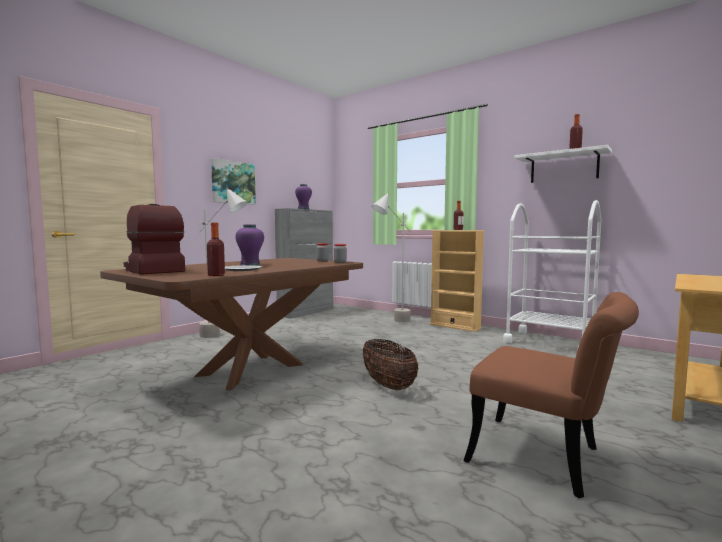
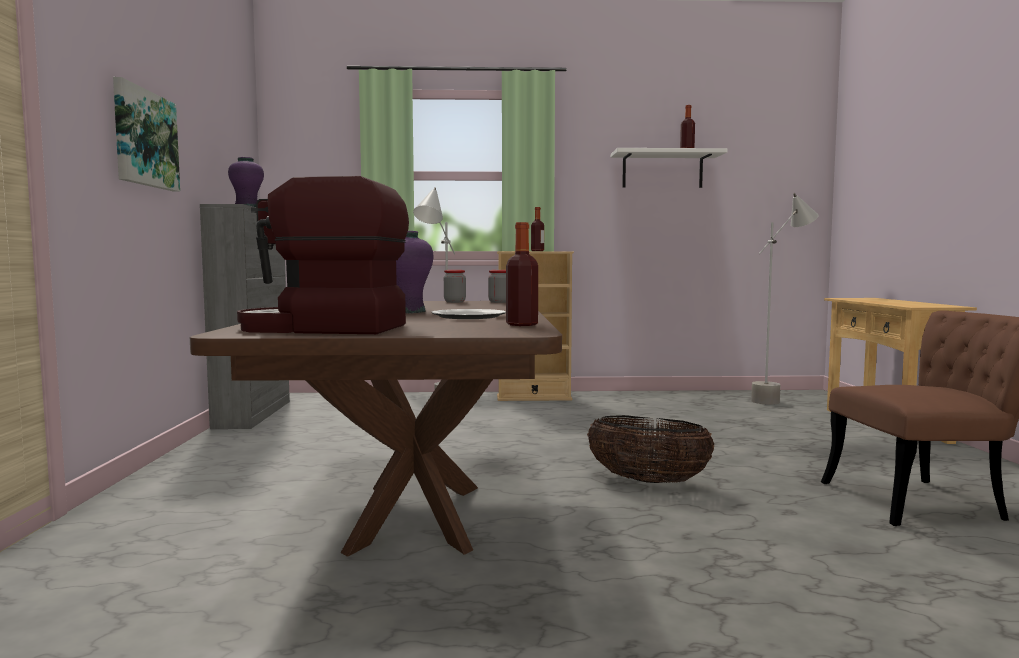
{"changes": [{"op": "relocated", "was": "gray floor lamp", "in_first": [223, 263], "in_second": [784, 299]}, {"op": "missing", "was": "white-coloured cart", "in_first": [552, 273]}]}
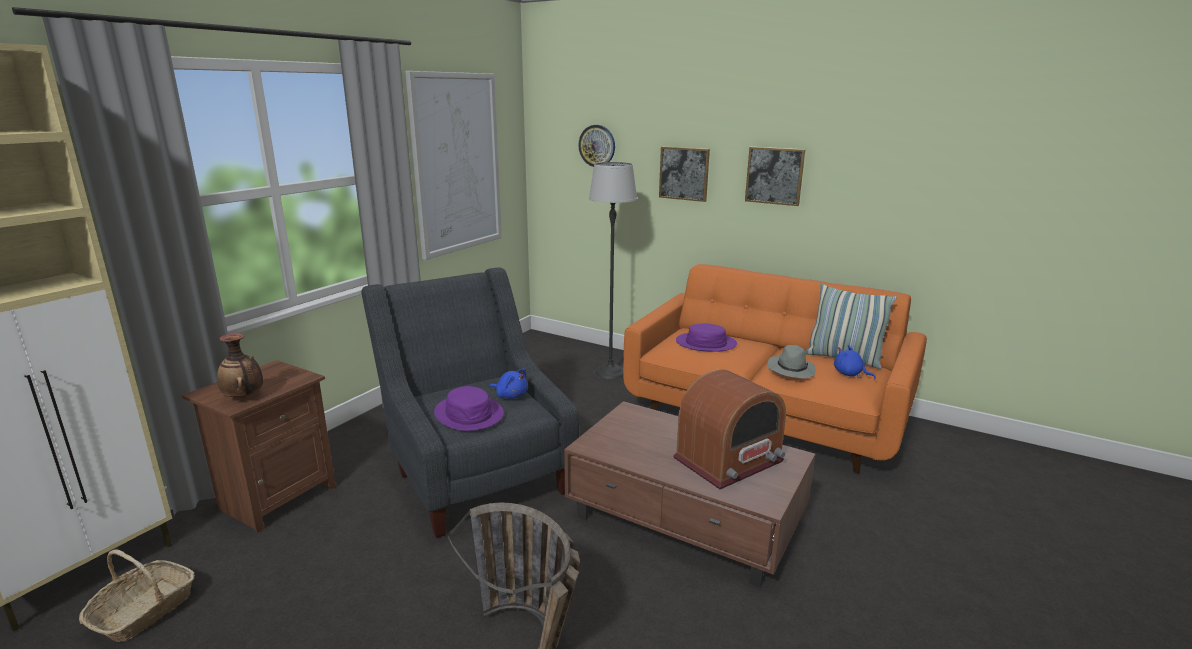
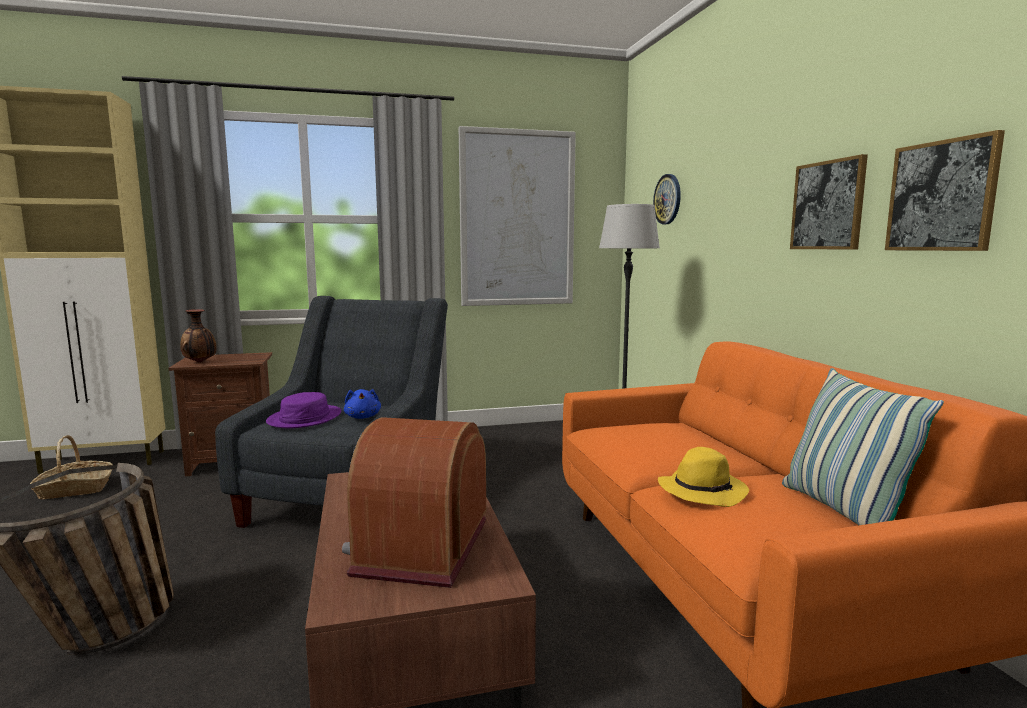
{"changes": [{"op": "relocated", "was": "wall picture", "in_first": [684, 174], "in_second": [945, 190]}, {"op": "missing", "was": "purple wearable hat", "in_first": [706, 338]}, {"op": "colour", "was": "gray wearable hat", "now": "yellow wearable hat", "in_first": [791, 361], "in_second": [703, 477]}, {"op": "missing", "was": "blue cuddly toy", "in_first": [855, 362]}, {"op": "spun", "was": "radio", "in_first": [729, 429], "in_second": [414, 503], "clockwise": 90}]}
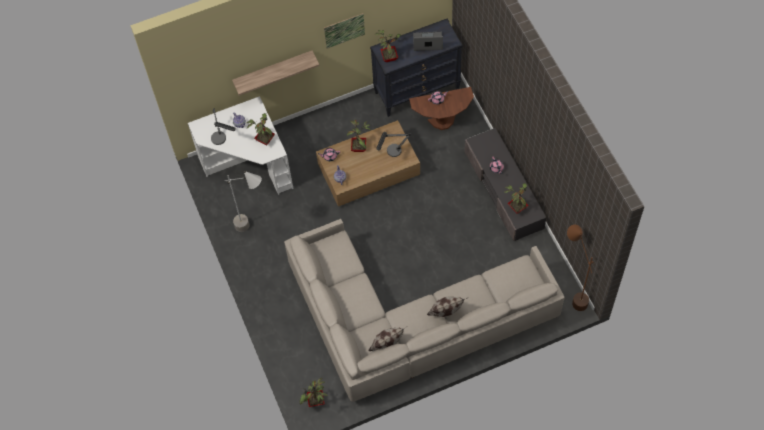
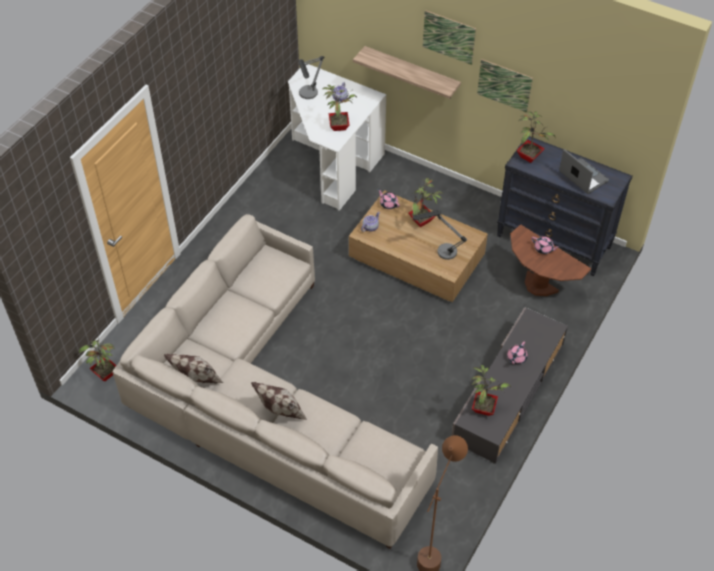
{"changes": [{"op": "missing", "was": "gray floor lamp", "in_first": [243, 201]}, {"op": "appeared", "now": "wall picture", "in_second": [449, 37]}]}
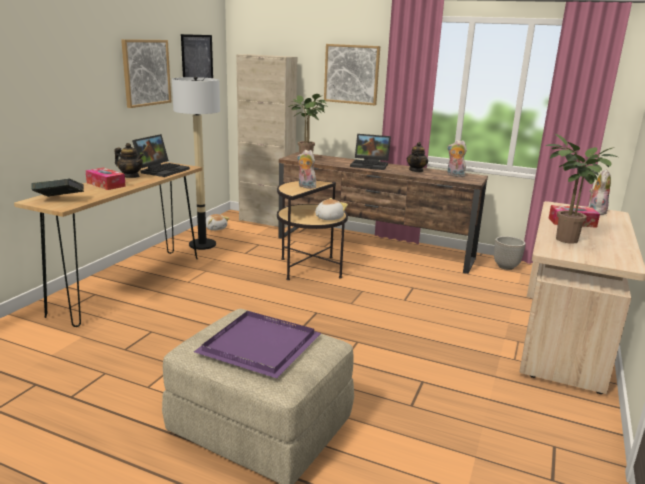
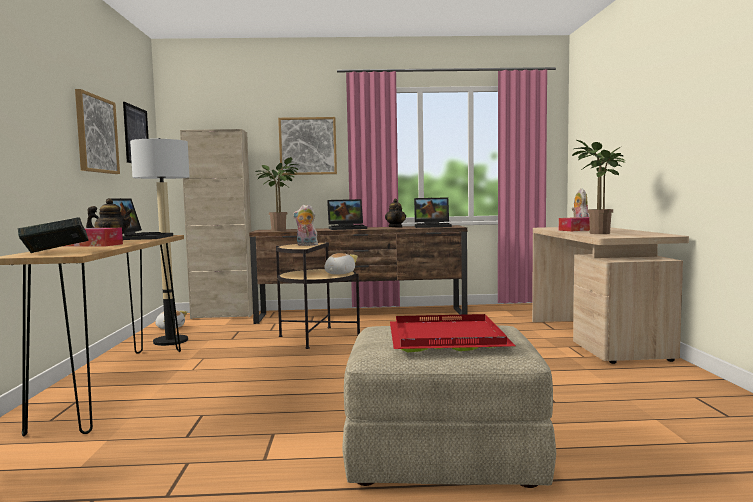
{"changes": [{"op": "exchanged", "was": "cuddly toy", "now": "notebook computer", "in_first": [457, 158], "in_second": [433, 212]}, {"op": "missing", "was": "plant pot", "in_first": [510, 253]}, {"op": "colour", "was": "purple tray", "now": "reddish tray", "in_first": [257, 345], "in_second": [453, 333]}]}
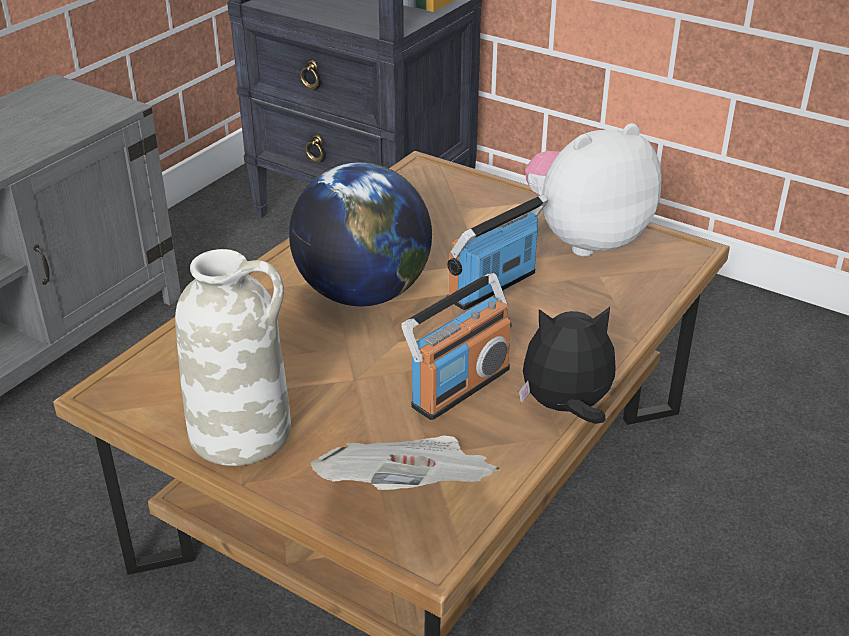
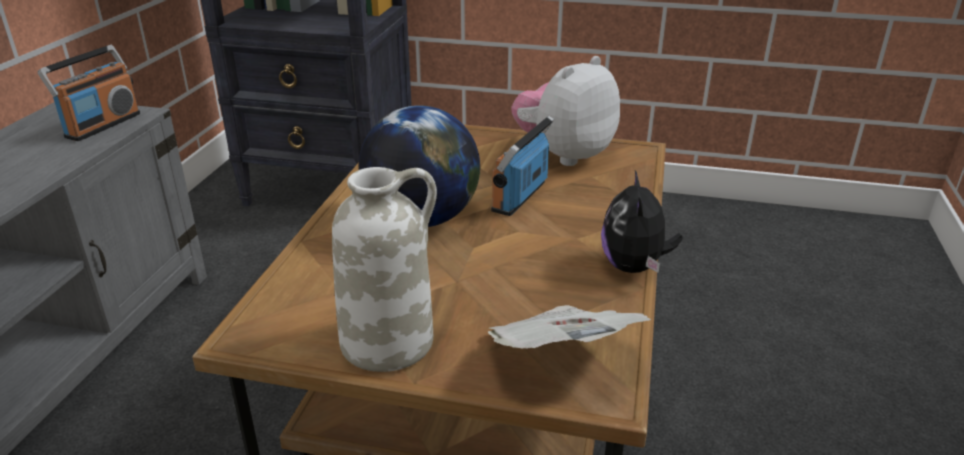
{"changes": [{"op": "relocated", "was": "radio", "in_first": [456, 346], "in_second": [89, 93]}, {"op": "spun", "was": "cuddly toy", "in_first": [567, 365], "in_second": [642, 222], "clockwise": -60}]}
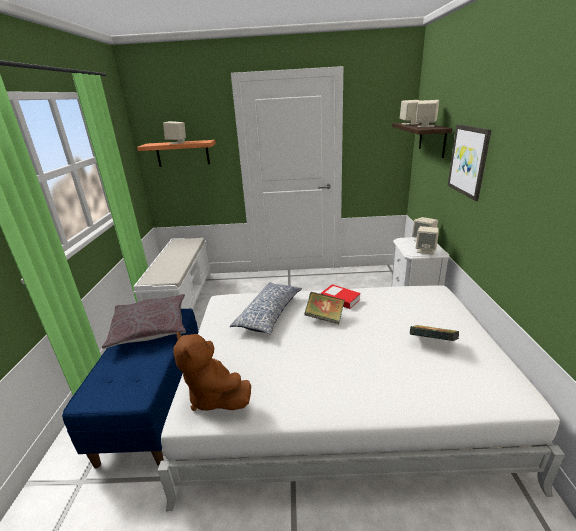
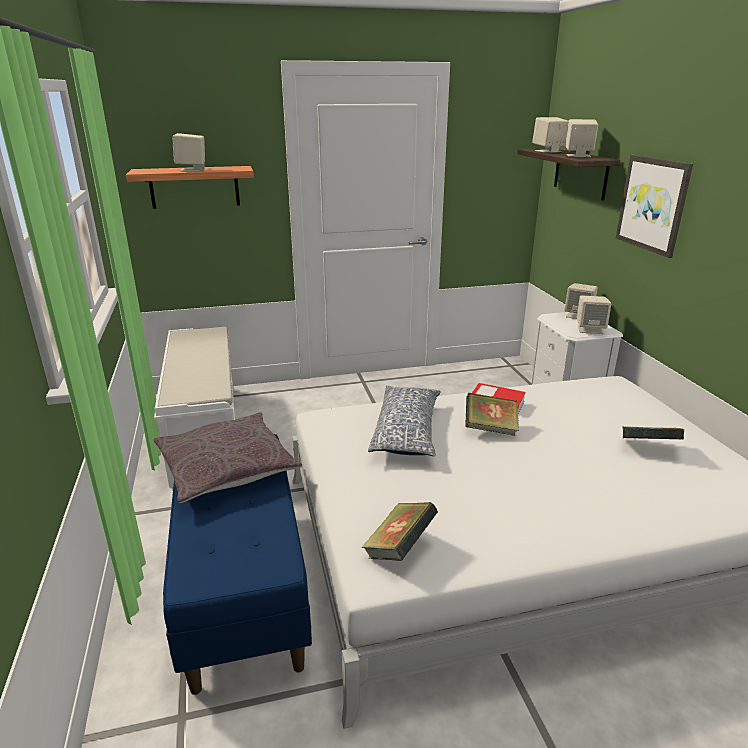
{"changes": [{"op": "exchanged", "was": "brownish cuddly toy", "now": "book", "in_first": [212, 371], "in_second": [400, 531]}]}
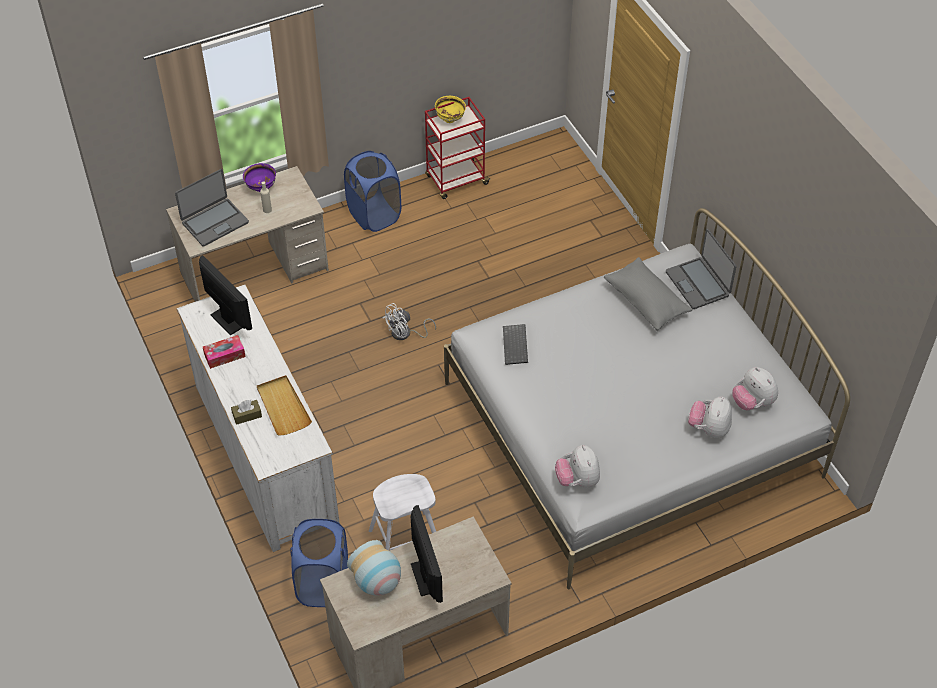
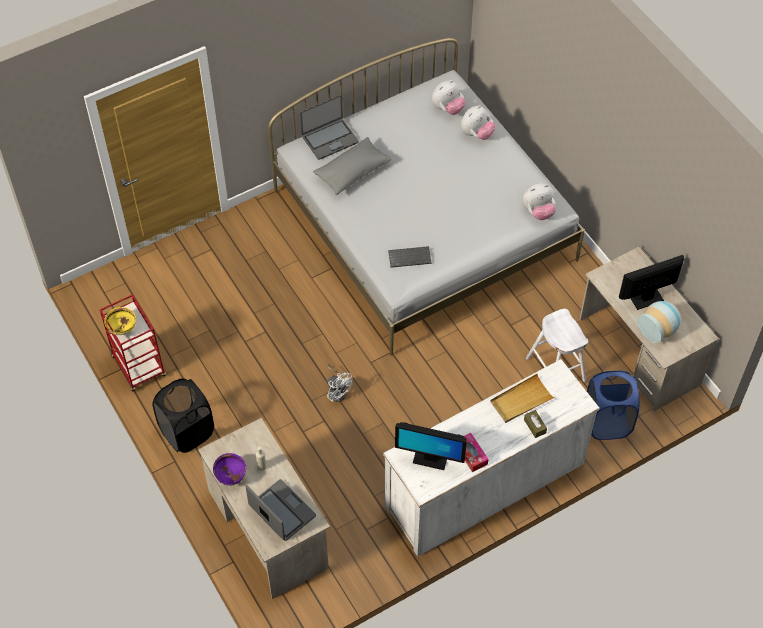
{"changes": [{"op": "colour", "was": "blue hamper", "now": "black hamper", "in_first": [372, 191], "in_second": [183, 415]}, {"op": "spun", "was": "monitor", "in_first": [225, 295], "in_second": [431, 446], "clockwise": -120}, {"op": "spun", "was": "cuddly toy", "in_first": [710, 417], "in_second": [477, 122], "clockwise": -60}]}
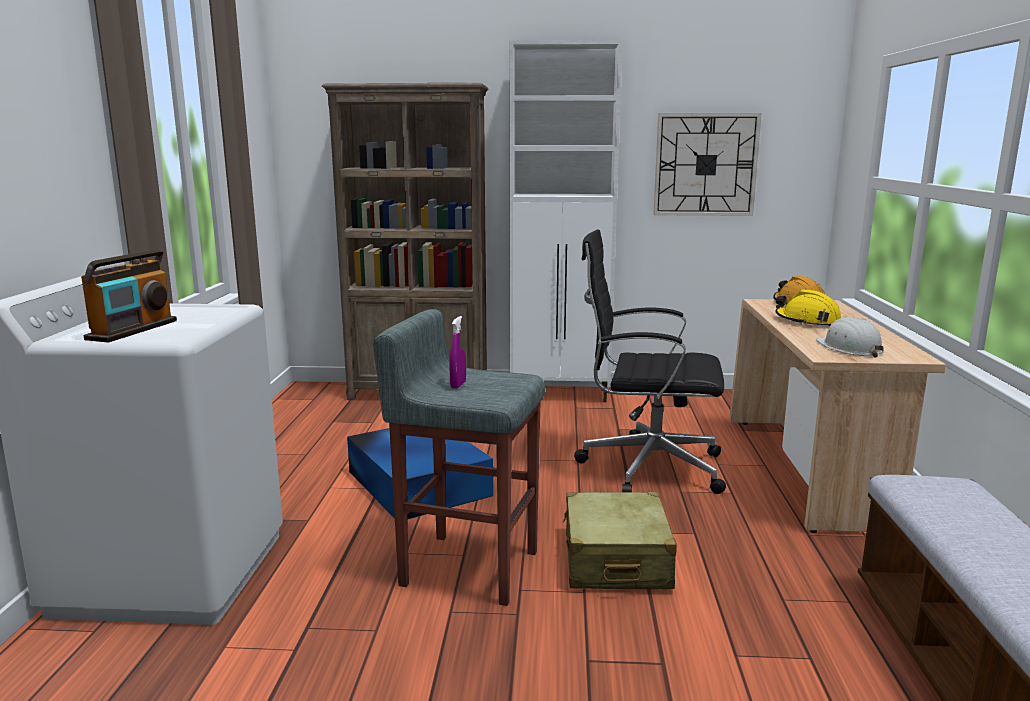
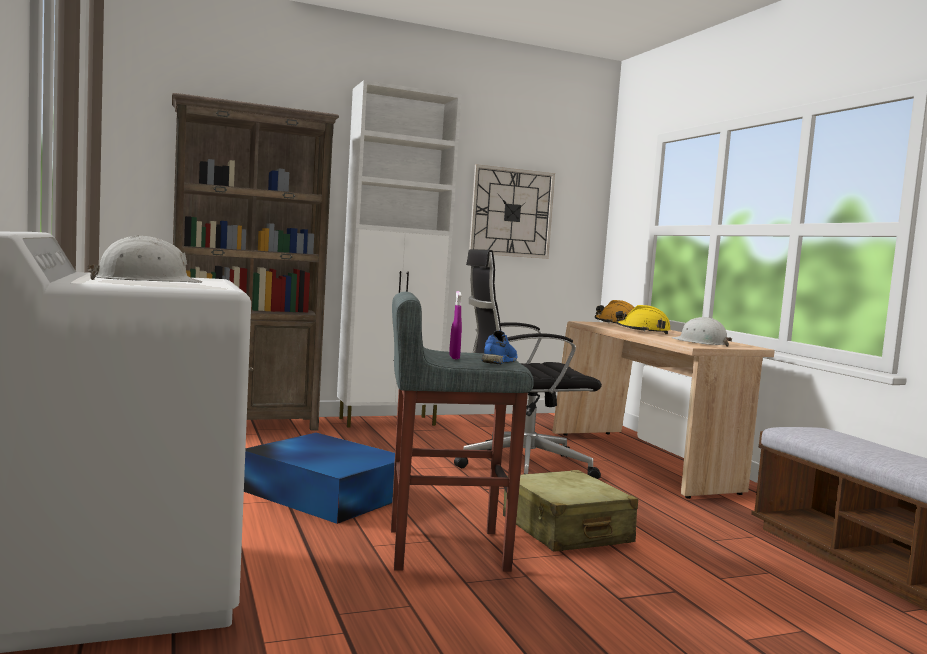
{"changes": [{"op": "exchanged", "was": "radio", "now": "white-coloured hard hat", "in_first": [129, 296], "in_second": [144, 259]}, {"op": "appeared", "now": "blue low shoe", "in_second": [499, 347]}]}
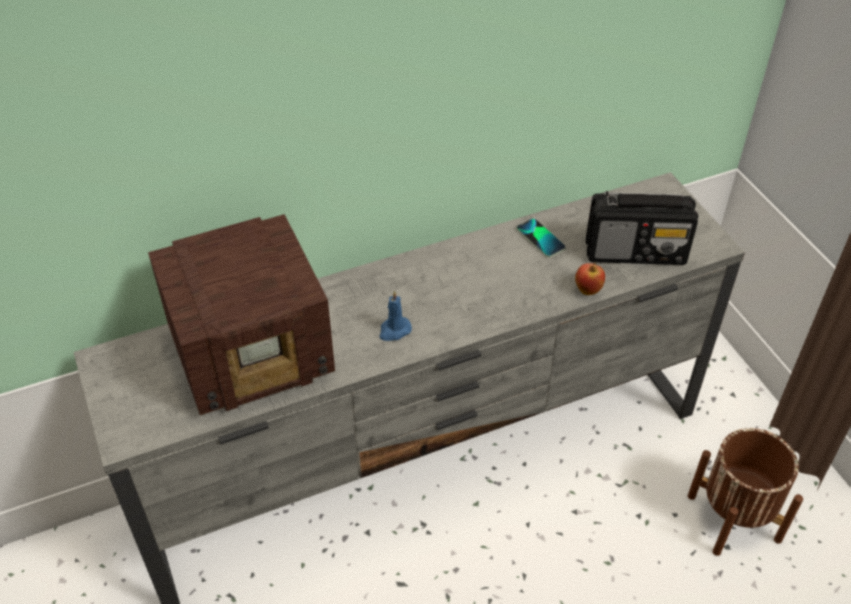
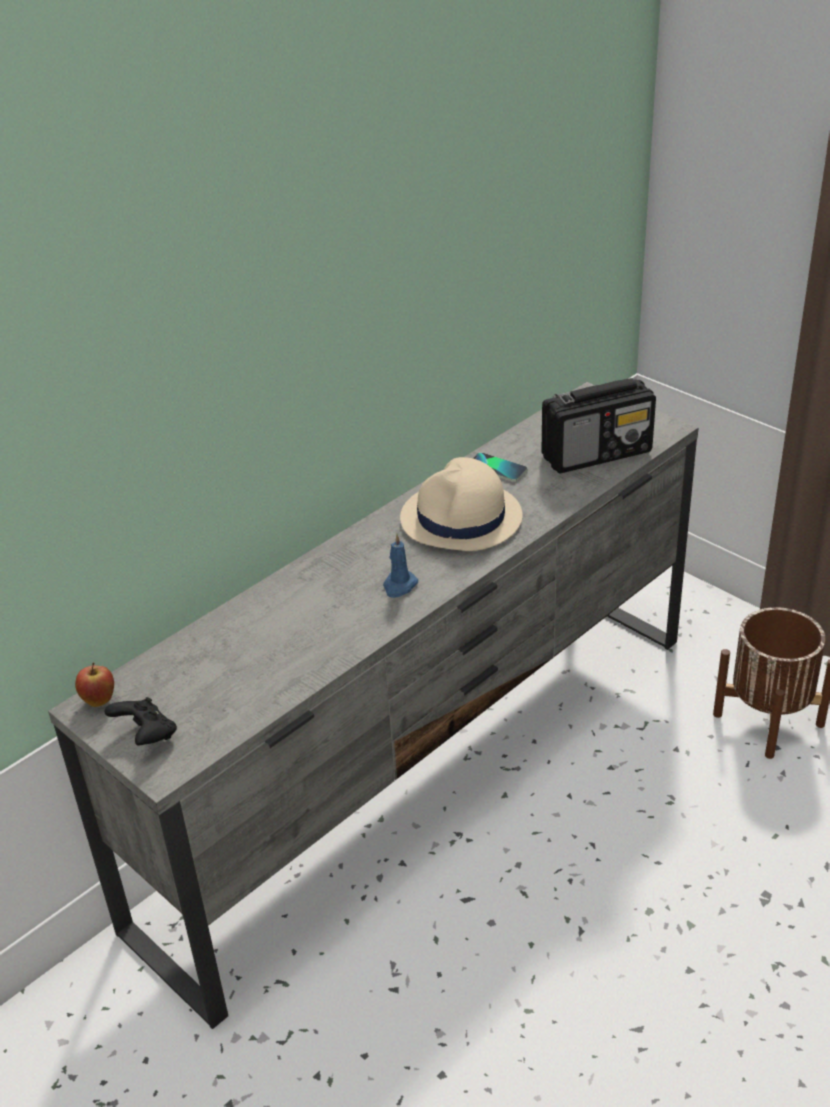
{"changes": [{"op": "missing", "was": "radio", "in_first": [241, 314]}, {"op": "relocated", "was": "whole apple", "in_first": [590, 278], "in_second": [94, 684]}, {"op": "appeared", "now": "beige-coloured wearable hat", "in_second": [461, 504]}, {"op": "appeared", "now": "black game controller", "in_second": [140, 721]}]}
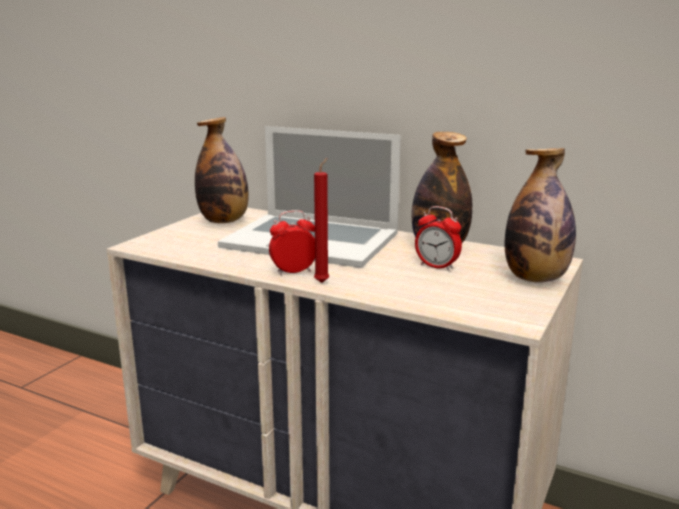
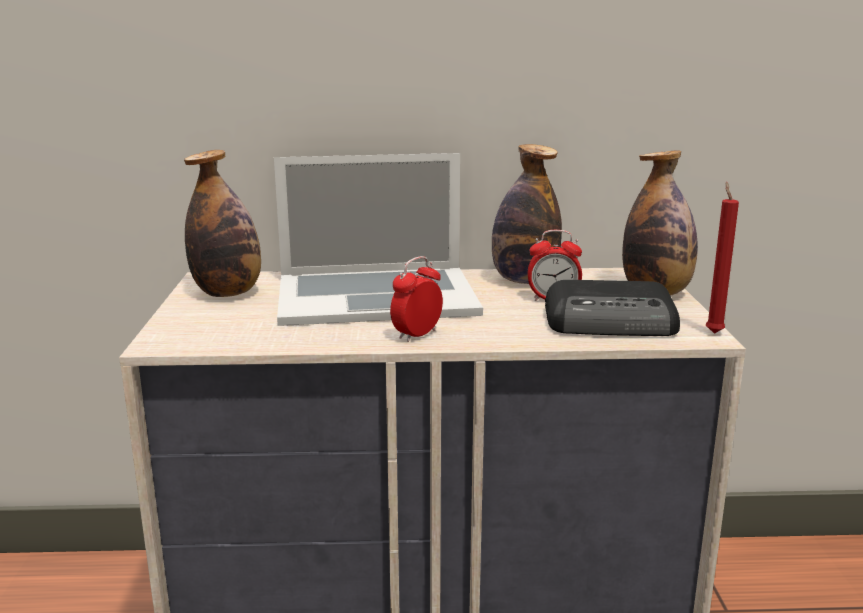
{"changes": [{"op": "relocated", "was": "reddish wax candle", "in_first": [321, 220], "in_second": [722, 258]}, {"op": "appeared", "now": "radio", "in_second": [612, 308]}]}
